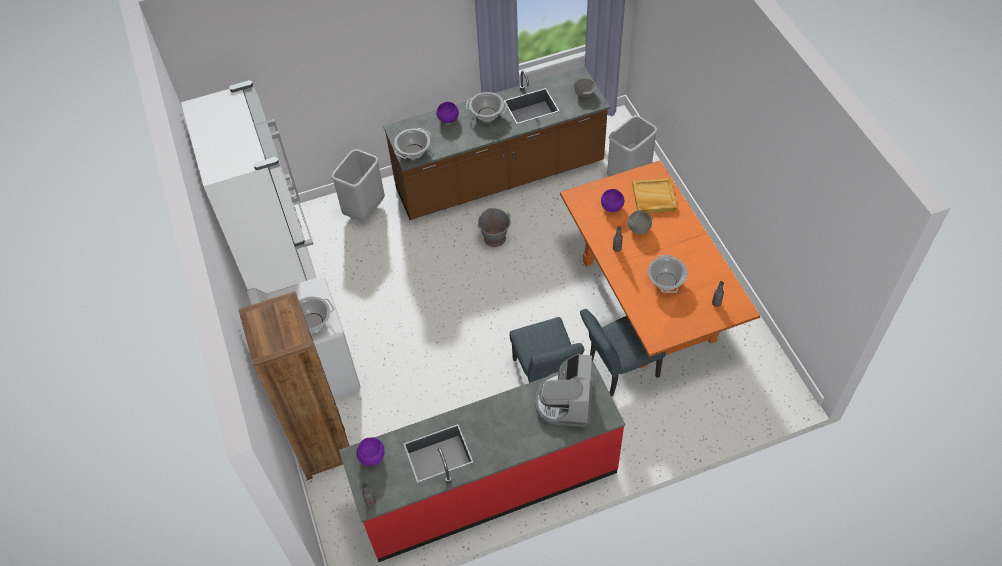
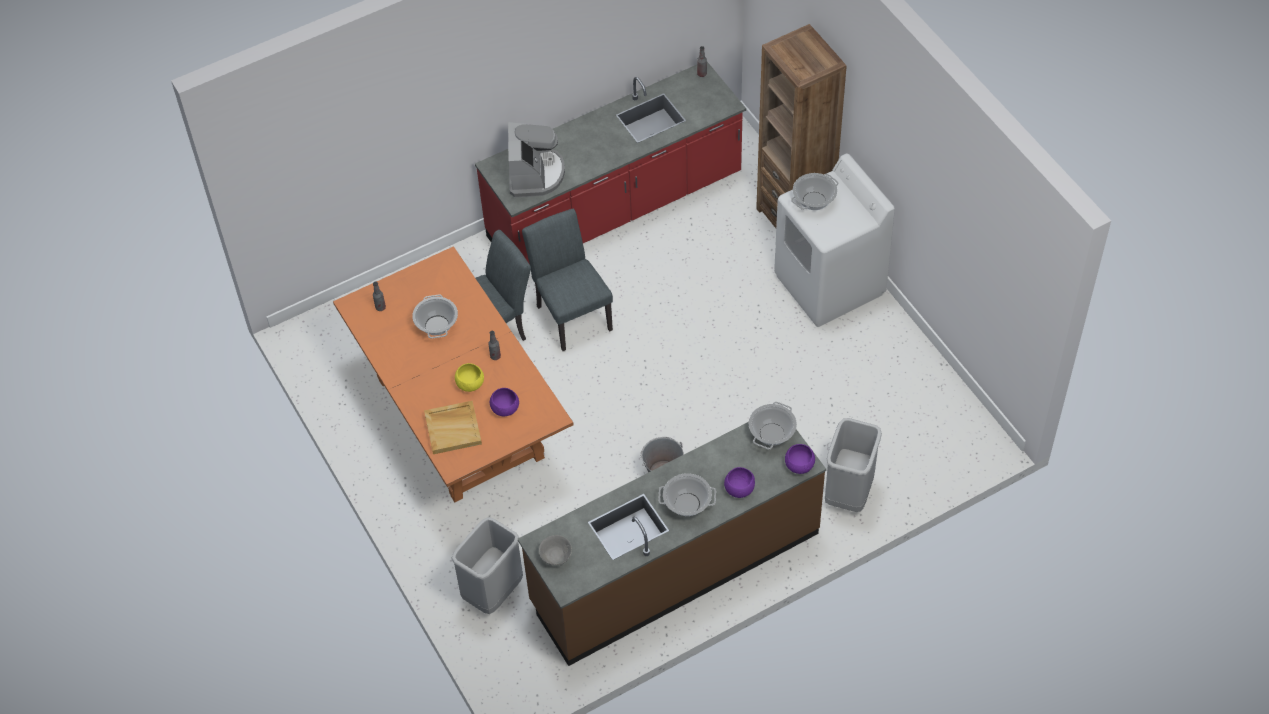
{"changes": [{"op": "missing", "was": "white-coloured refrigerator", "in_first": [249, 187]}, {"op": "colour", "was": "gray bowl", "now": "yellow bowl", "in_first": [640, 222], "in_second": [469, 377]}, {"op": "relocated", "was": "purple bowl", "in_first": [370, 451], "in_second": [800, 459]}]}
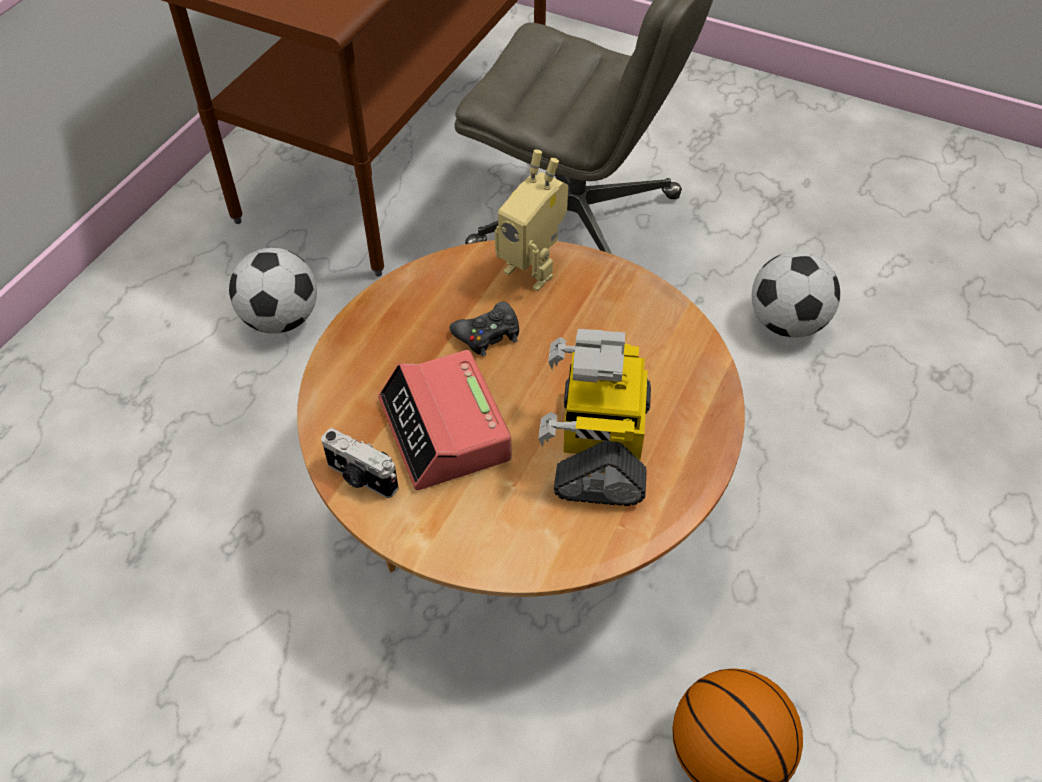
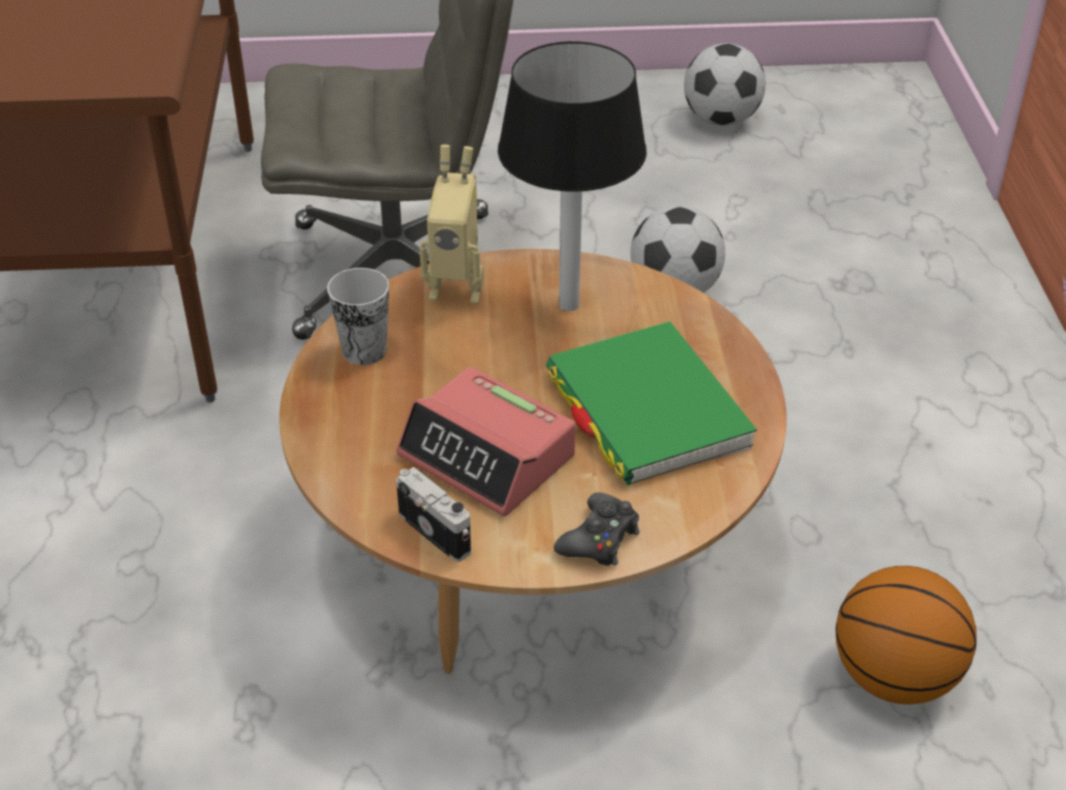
{"changes": [{"op": "relocated", "was": "football", "in_first": [273, 291], "in_second": [725, 84]}, {"op": "relocated", "was": "black game controller", "in_first": [484, 328], "in_second": [597, 529]}, {"op": "exchanged", "was": "robot figure", "now": "green-coloured book", "in_first": [594, 417], "in_second": [651, 403]}, {"op": "spun", "was": "photo camera", "in_first": [360, 463], "in_second": [433, 514], "clockwise": -135}, {"op": "appeared", "now": "tabletop lamp", "in_second": [572, 176]}, {"op": "appeared", "now": "drinking cup", "in_second": [358, 316]}]}
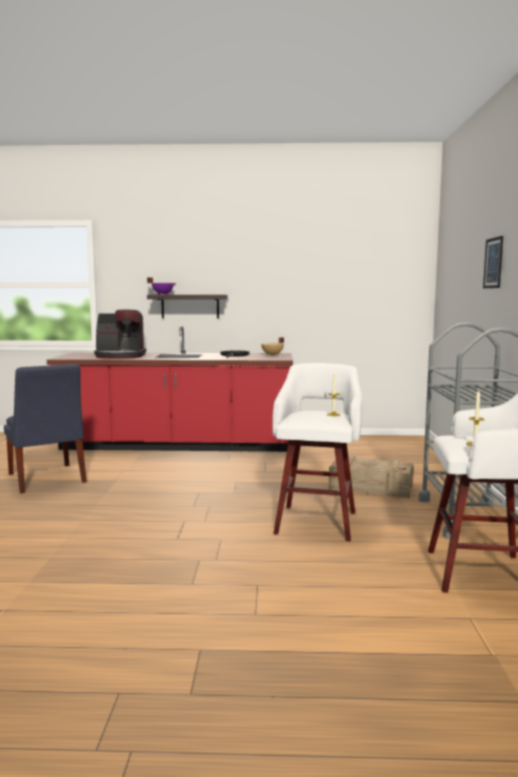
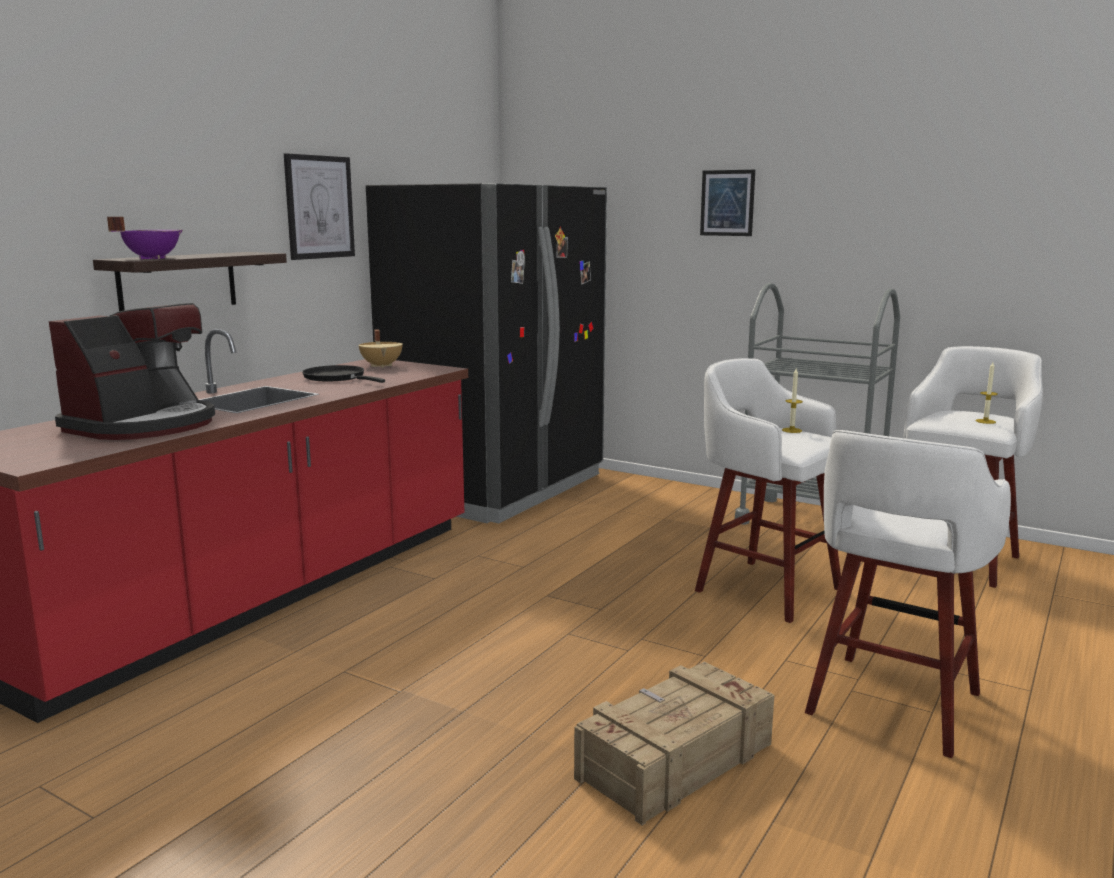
{"changes": [{"op": "missing", "was": "blue plain chair", "in_first": [45, 428]}, {"op": "relocated", "was": "shipping crate", "in_first": [371, 477], "in_second": [674, 744]}, {"op": "appeared", "now": "wall picture", "in_second": [319, 206]}, {"op": "appeared", "now": "black refrigerator", "in_second": [486, 353]}, {"op": "appeared", "now": "white-coloured sitting stool", "in_second": [908, 594]}]}
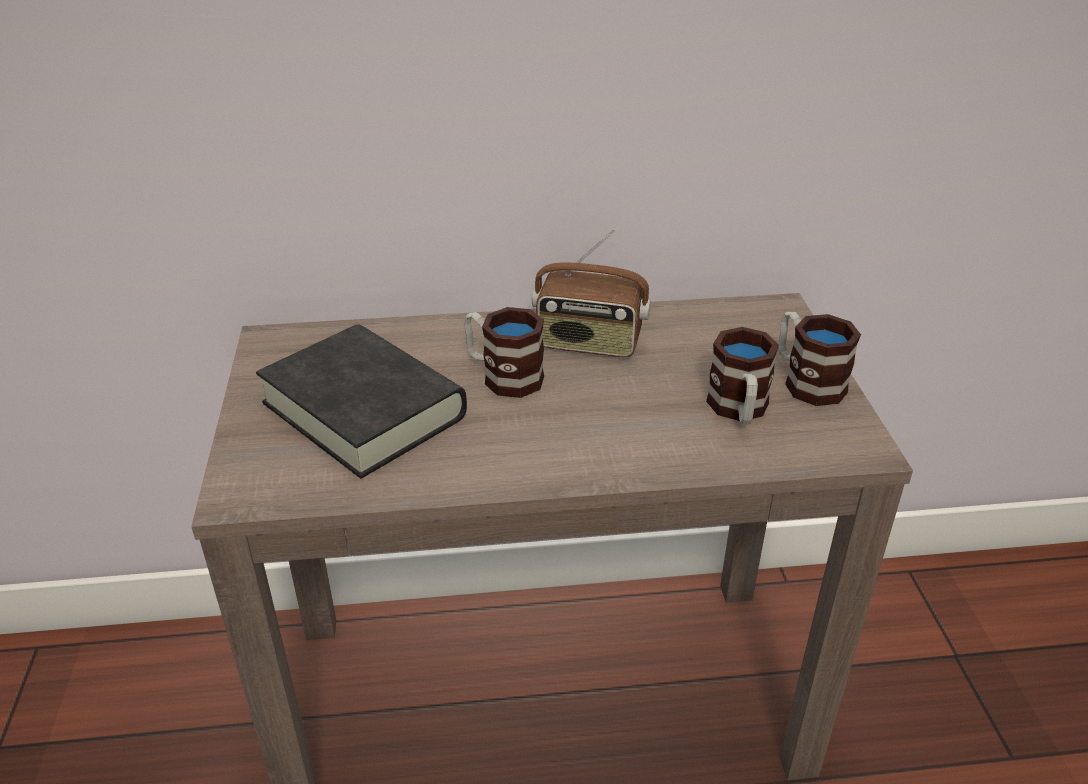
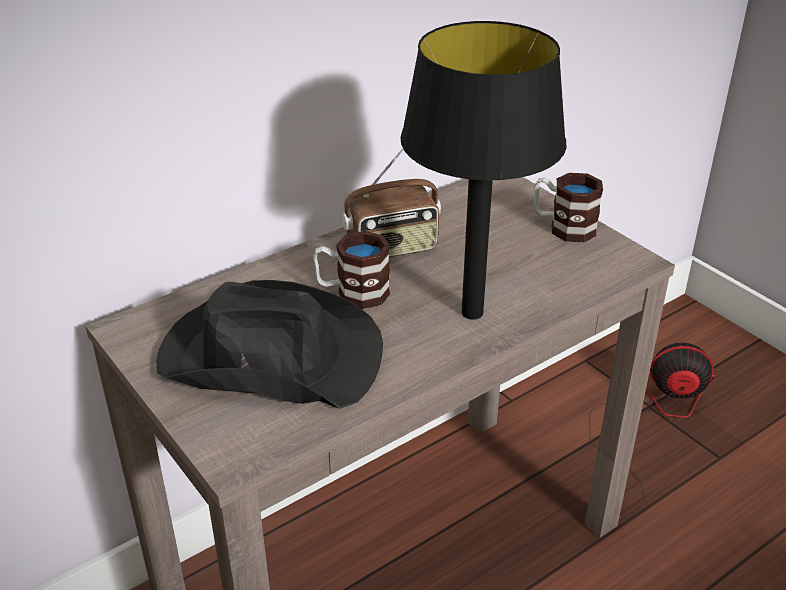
{"changes": [{"op": "exchanged", "was": "black book", "now": "black wearable hat", "in_first": [361, 401], "in_second": [269, 344]}, {"op": "missing", "was": "coffee mug", "in_first": [742, 376]}, {"op": "appeared", "now": "black tabletop lamp", "in_second": [483, 170]}, {"op": "appeared", "now": "cooling fan", "in_second": [652, 423]}]}
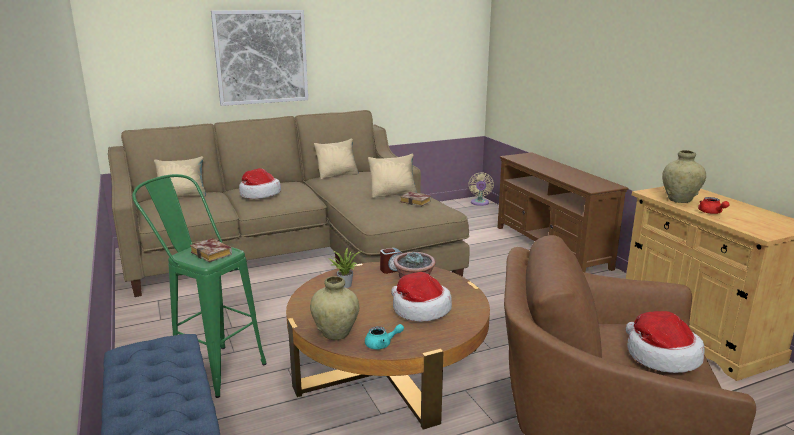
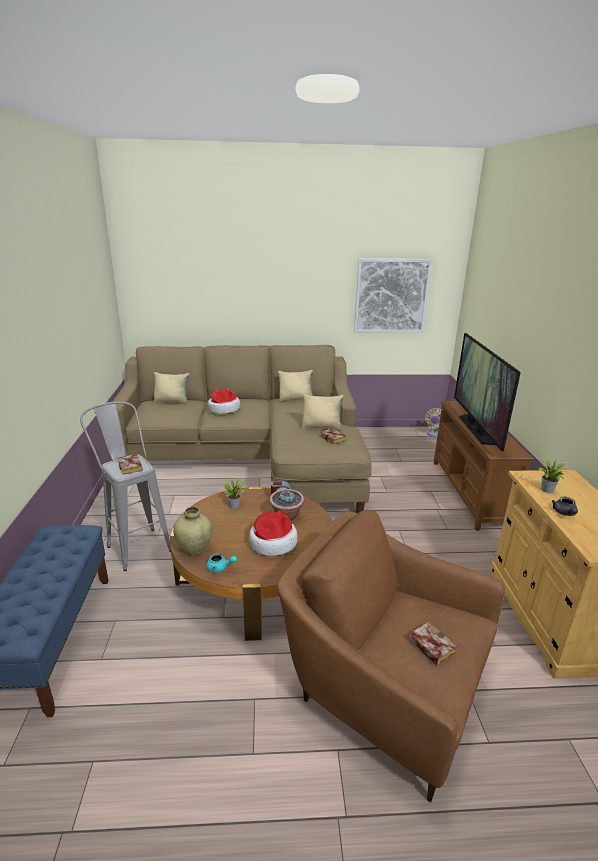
{"changes": [{"op": "relocated", "was": "wall picture", "in_first": [259, 58], "in_second": [393, 295]}, {"op": "exchanged", "was": "beige-coloured flower vase", "now": "potted plant", "in_first": [684, 176], "in_second": [551, 475]}, {"op": "colour", "was": "green-coloured sitting stool", "now": "gray sitting stool", "in_first": [199, 286], "in_second": [125, 486]}, {"op": "colour", "was": "reddish tea pot", "now": "gray tea pot", "in_first": [713, 205], "in_second": [565, 506]}, {"op": "exchanged", "was": "wearable hat", "now": "book", "in_first": [665, 342], "in_second": [433, 644]}, {"op": "appeared", "now": "TV set", "in_second": [487, 392]}]}
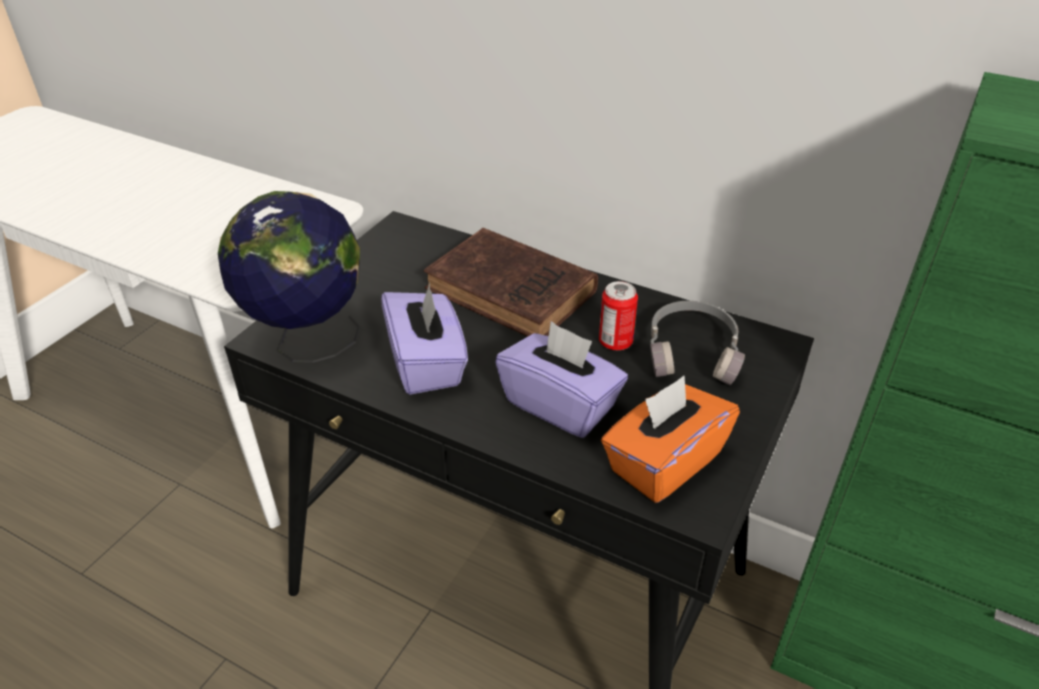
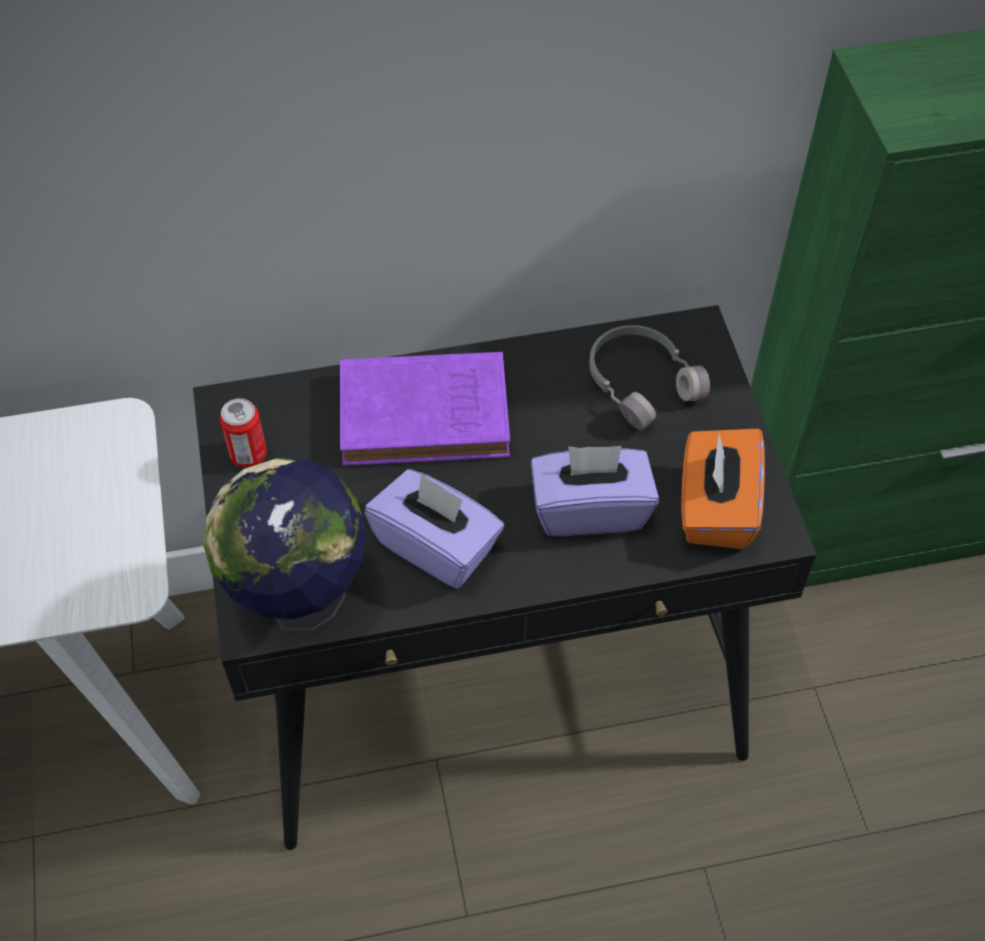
{"changes": [{"op": "colour", "was": "brownish book", "now": "purple book", "in_first": [511, 282], "in_second": [425, 409]}, {"op": "relocated", "was": "can", "in_first": [618, 315], "in_second": [243, 433]}]}
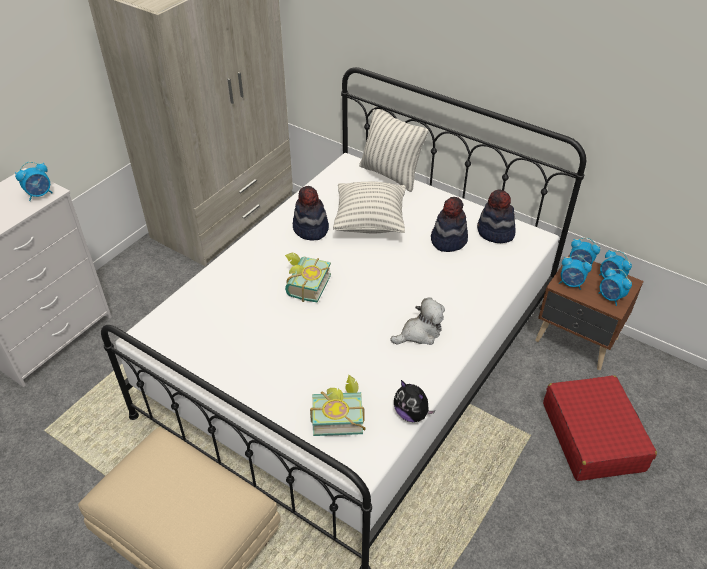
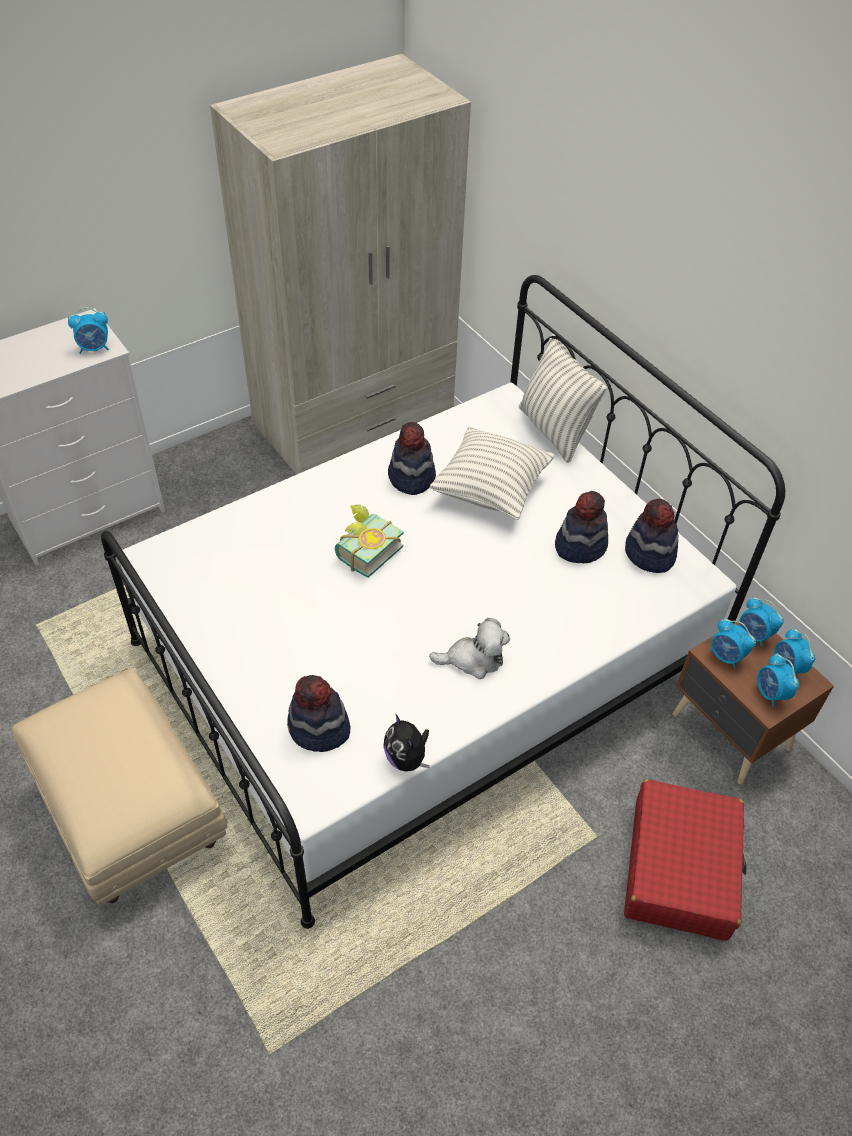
{"changes": [{"op": "exchanged", "was": "book", "now": "wearable hat", "in_first": [338, 405], "in_second": [318, 713]}]}
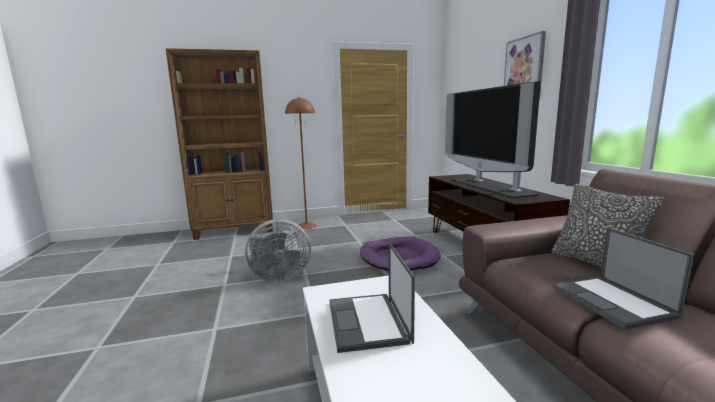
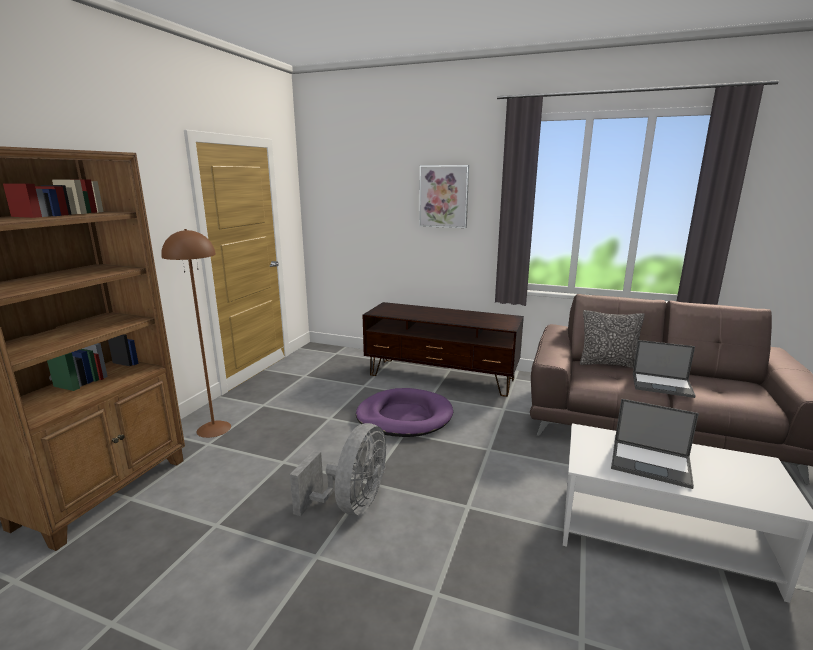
{"changes": [{"op": "missing", "was": "TV set", "in_first": [493, 139]}]}
